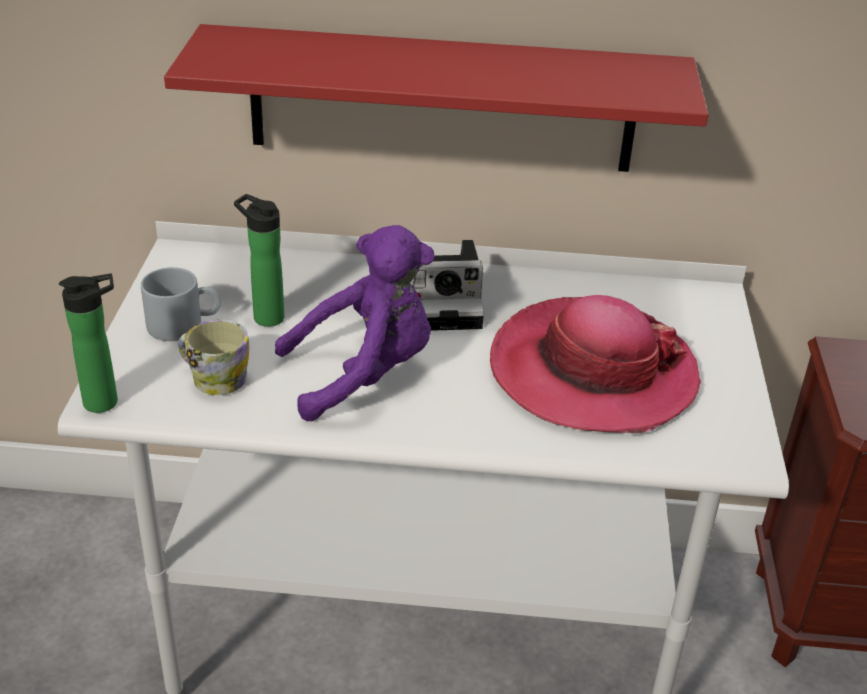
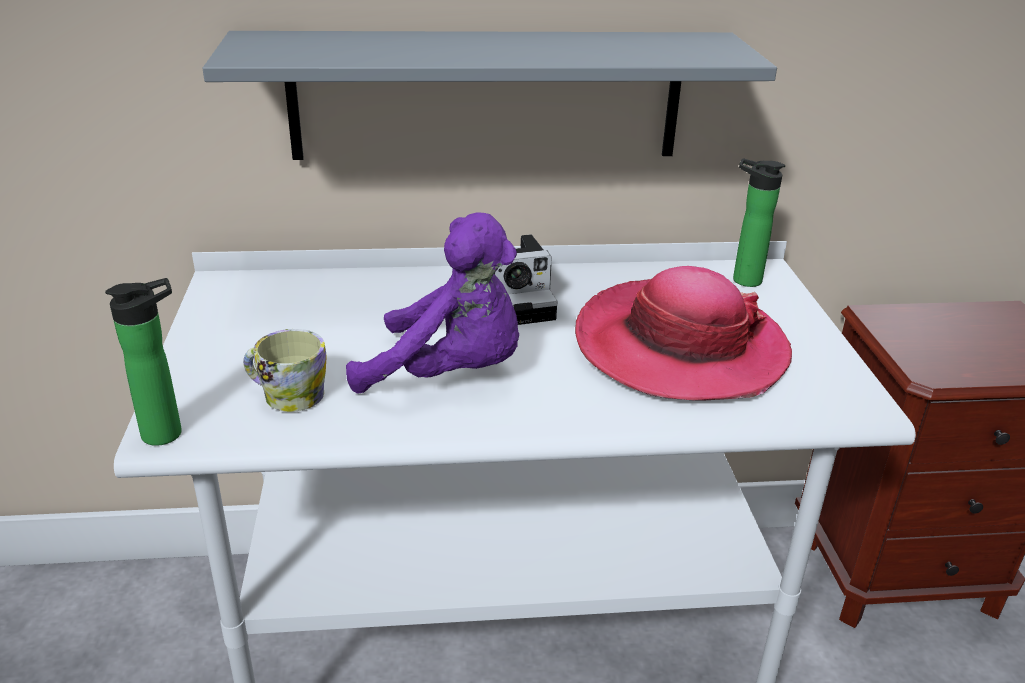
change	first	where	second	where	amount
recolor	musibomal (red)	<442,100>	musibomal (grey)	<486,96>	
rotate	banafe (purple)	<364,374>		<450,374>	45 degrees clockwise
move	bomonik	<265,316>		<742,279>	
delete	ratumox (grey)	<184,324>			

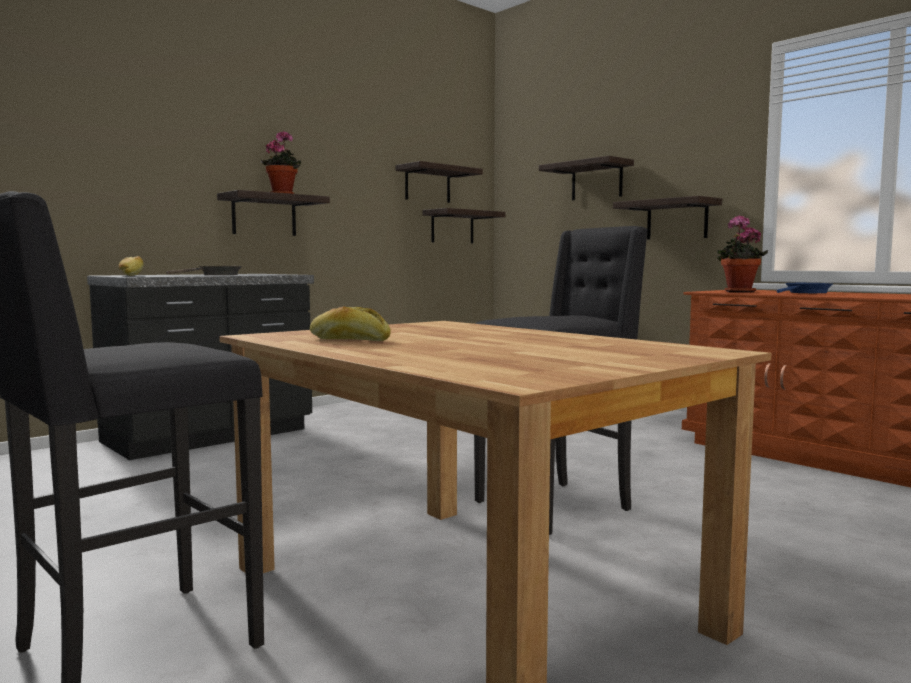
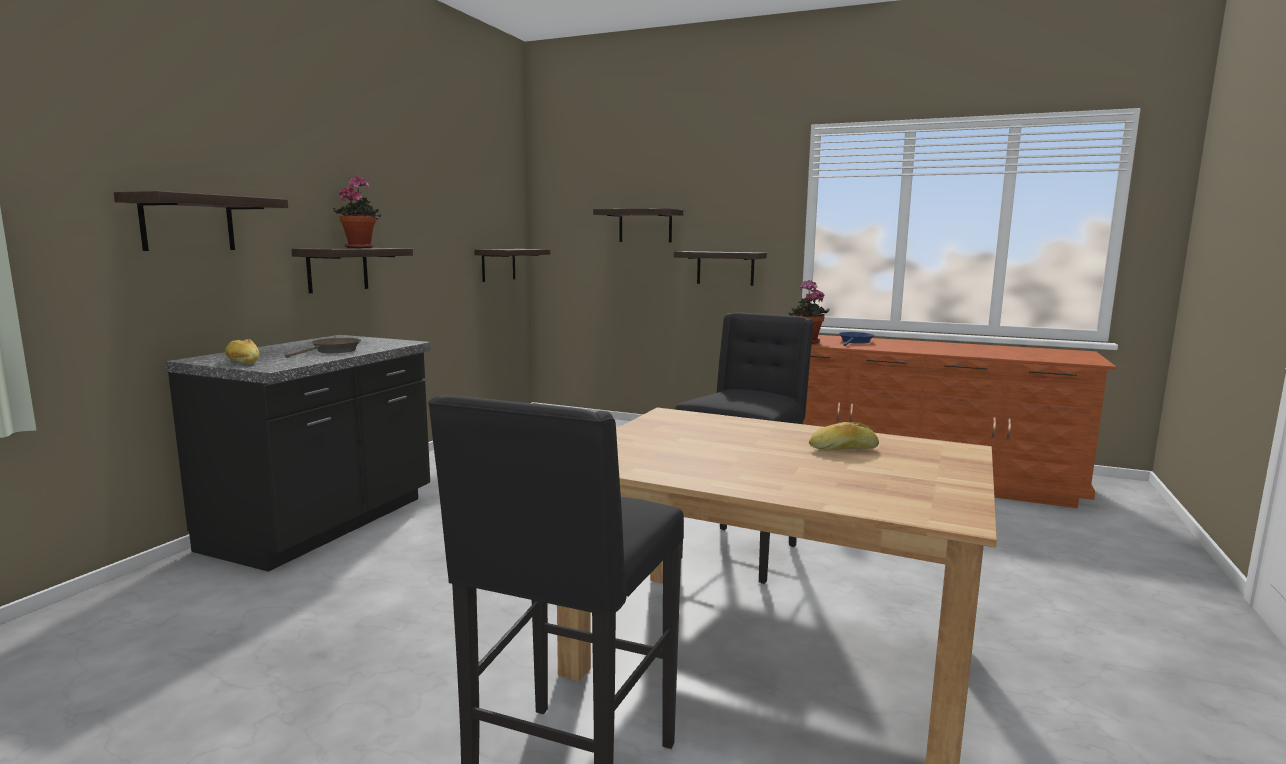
change	first	where	second	where	amount
move	musibomal	<427,185>		<188,223>	
move	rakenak	<349,340>		<843,449>	

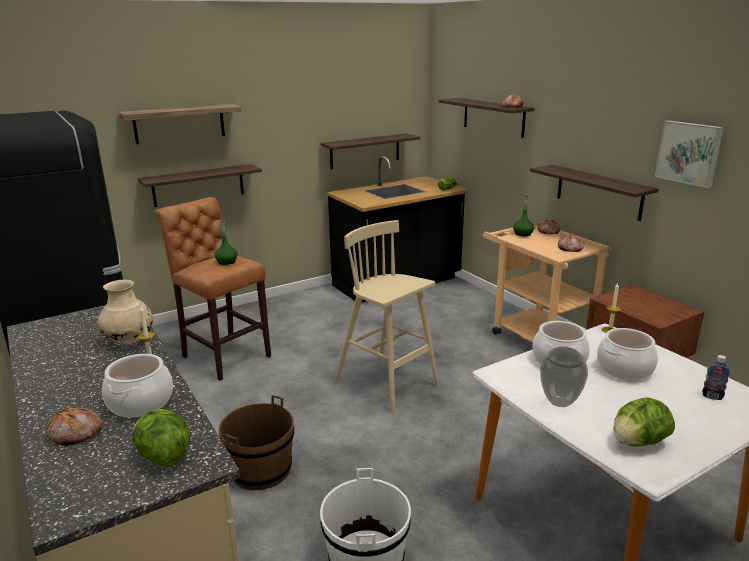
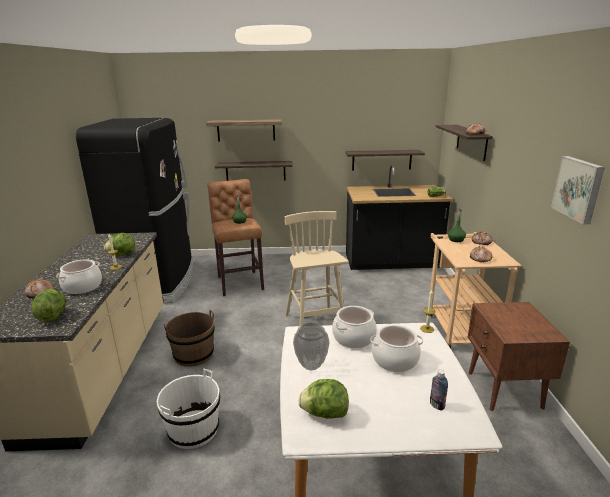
change	first	where	second	where	amount
replace	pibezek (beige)	<130,341>	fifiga	<122,254>	
delete	musibomal	<598,192>			

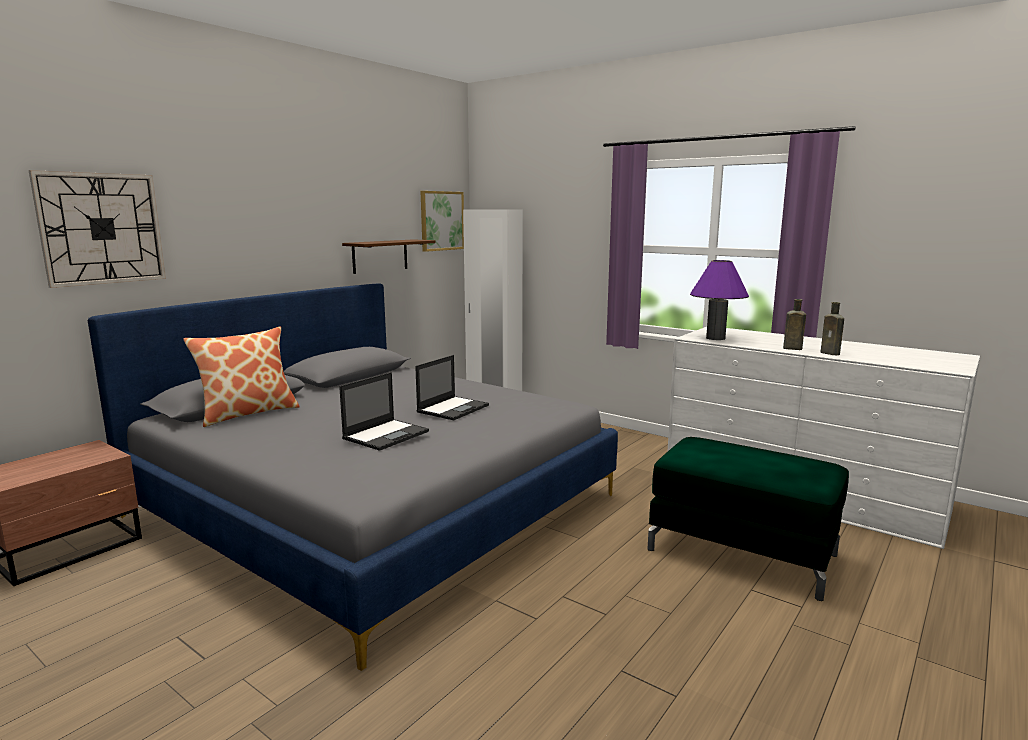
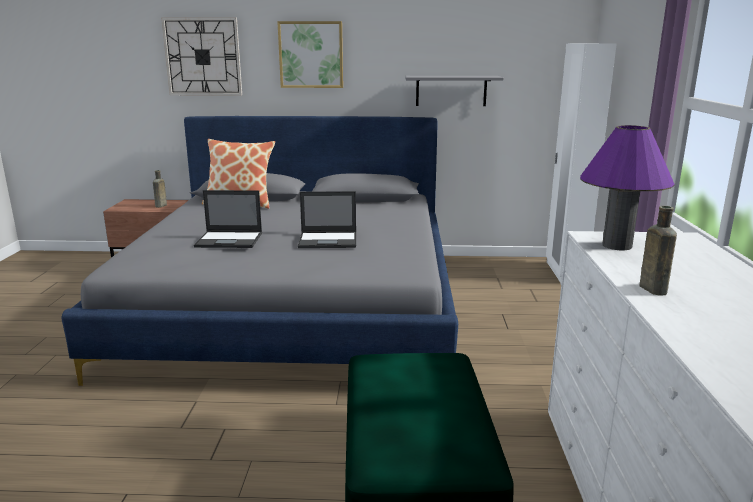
change	first	where	second	where	amount
move	bomonik (brown)	<831,353>		<160,206>	
move	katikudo	<441,221>		<311,55>	
recolor	musibomal (brown)	<380,256>	musibomal (grey)	<451,91>	

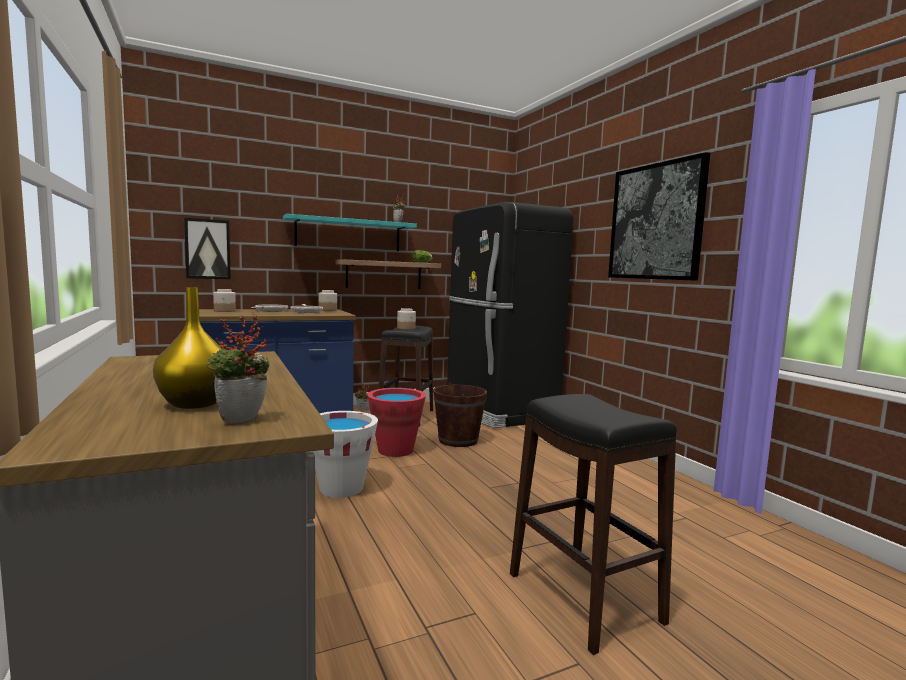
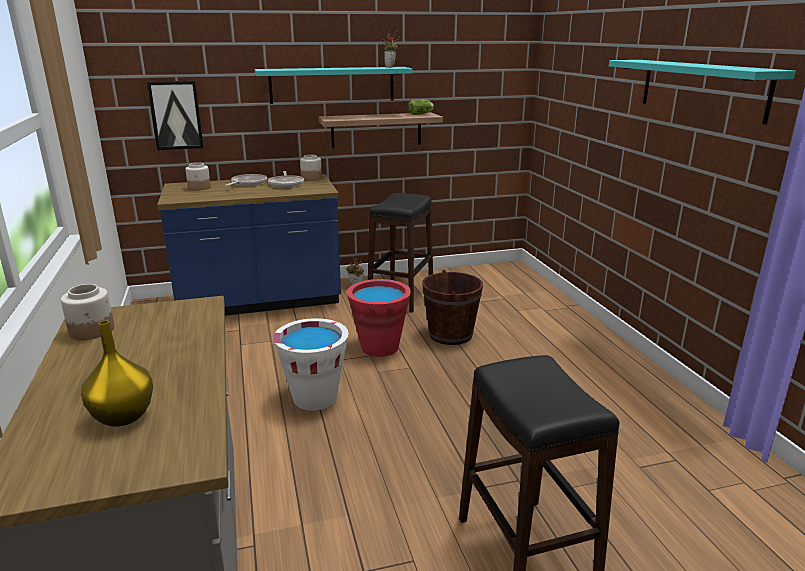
change	first	where	second	where	amount
move	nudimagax	<406,328>		<92,331>	
replace	katikudo	<655,222>	musibomal (turquoise)	<701,88>	
delete	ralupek	<241,421>			
delete	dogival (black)	<496,410>			

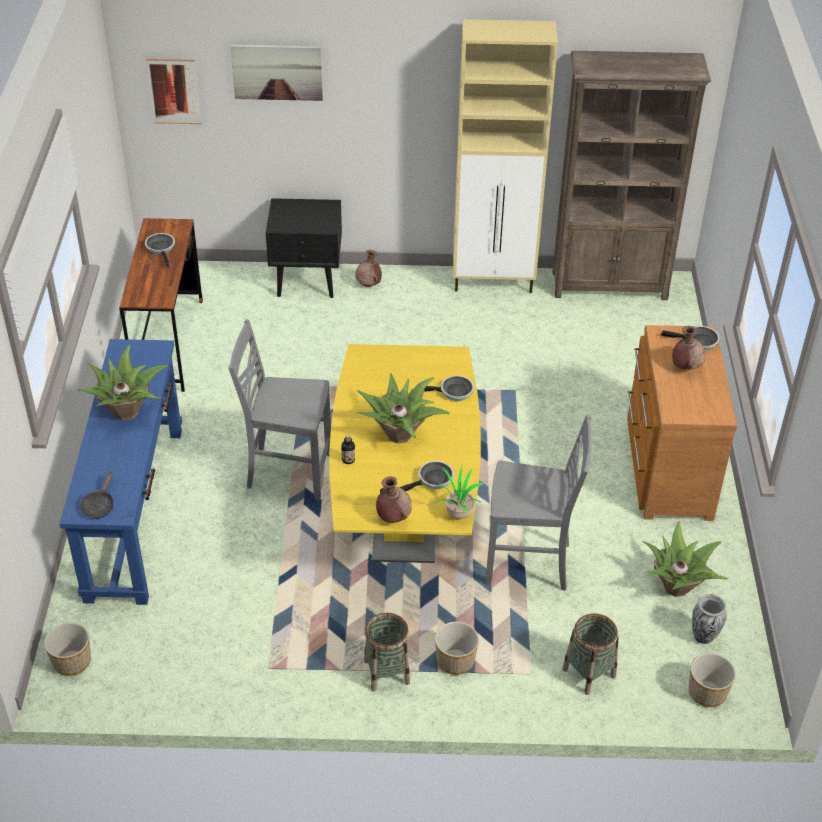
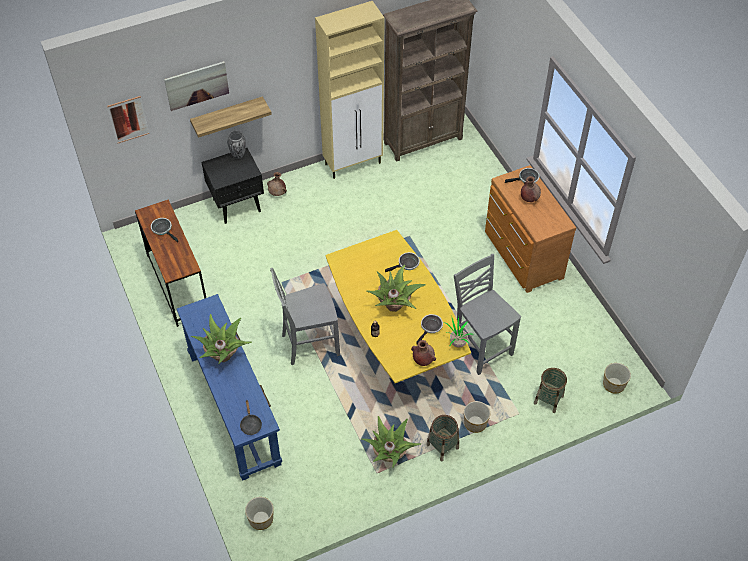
change	first	where	second	where	amount
insert			musibomal	<227,115>	
move	pibezek	<704,636>		<238,155>	
move	ralupek	<677,586>		<390,454>	
rotate	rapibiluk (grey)	<529,563>		<481,346>	105 degrees counterclockwise

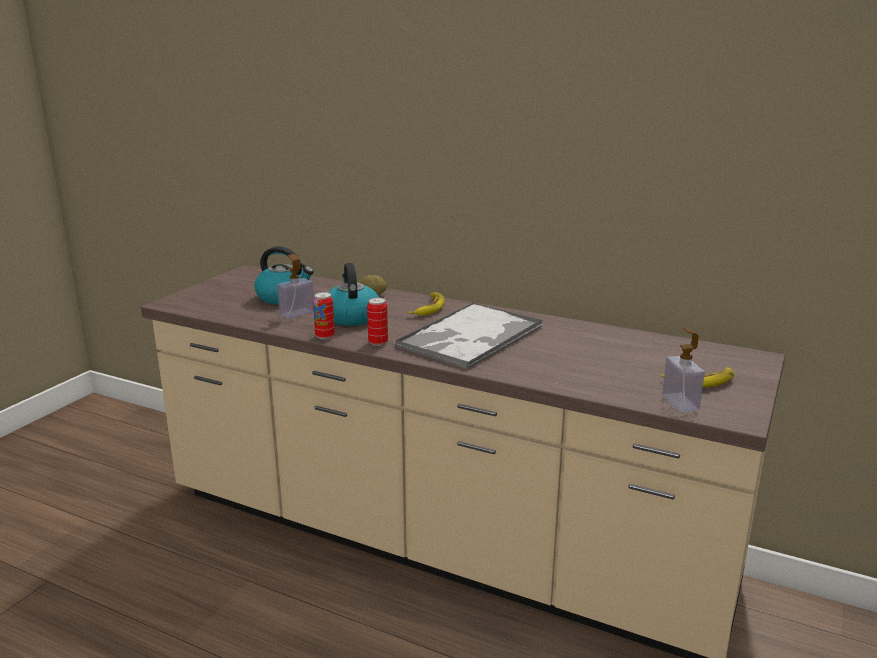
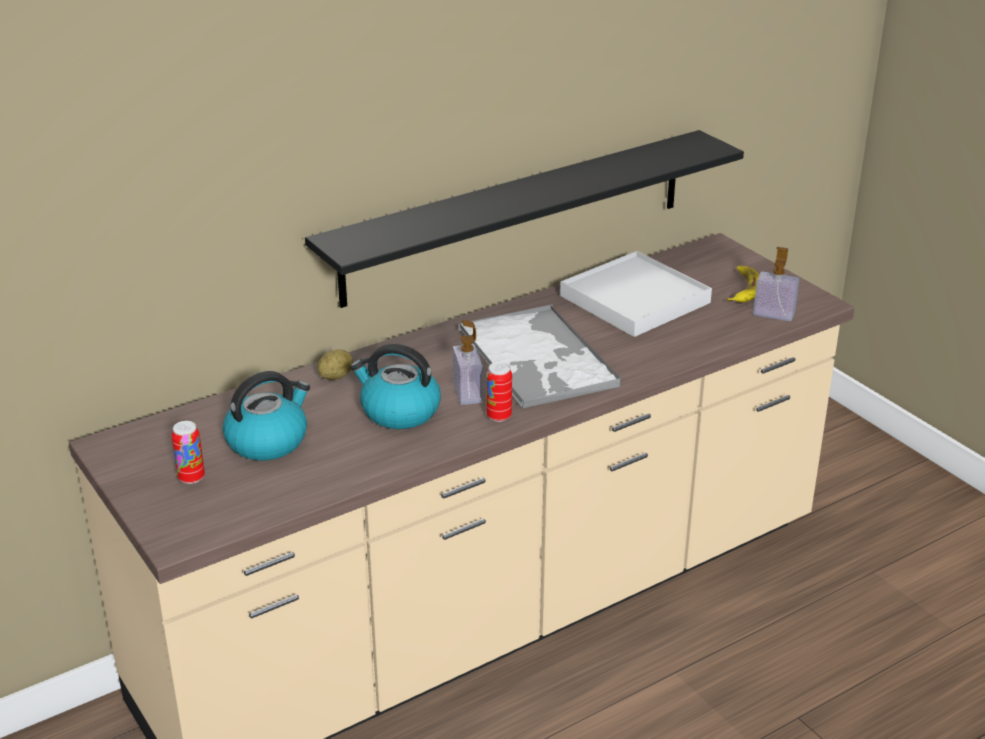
change	first	where	second	where	amount
move	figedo	<325,336>		<191,478>	
insert			musibomal (black)	<517,216>	
move	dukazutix	<297,313>		<467,393>	
insert			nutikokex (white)	<635,299>	
delete	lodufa	<429,308>			

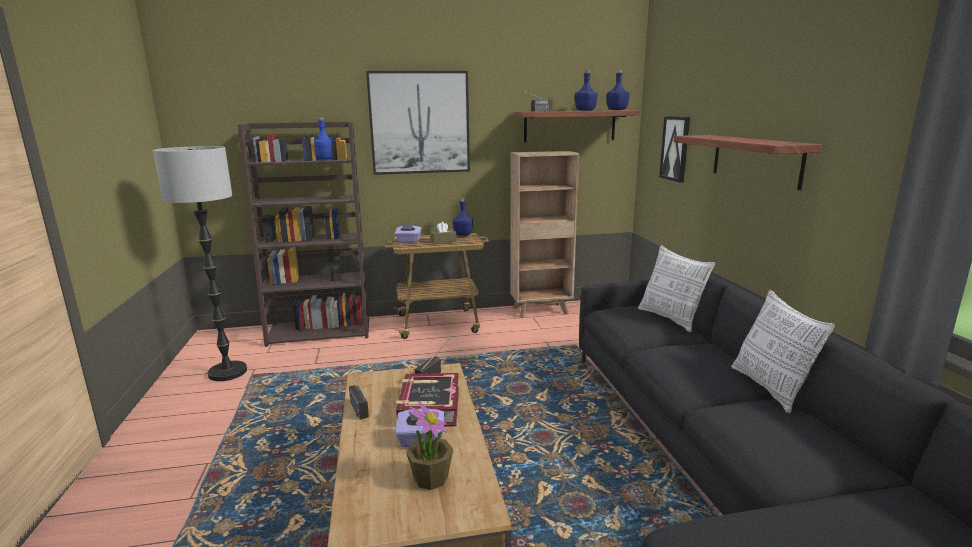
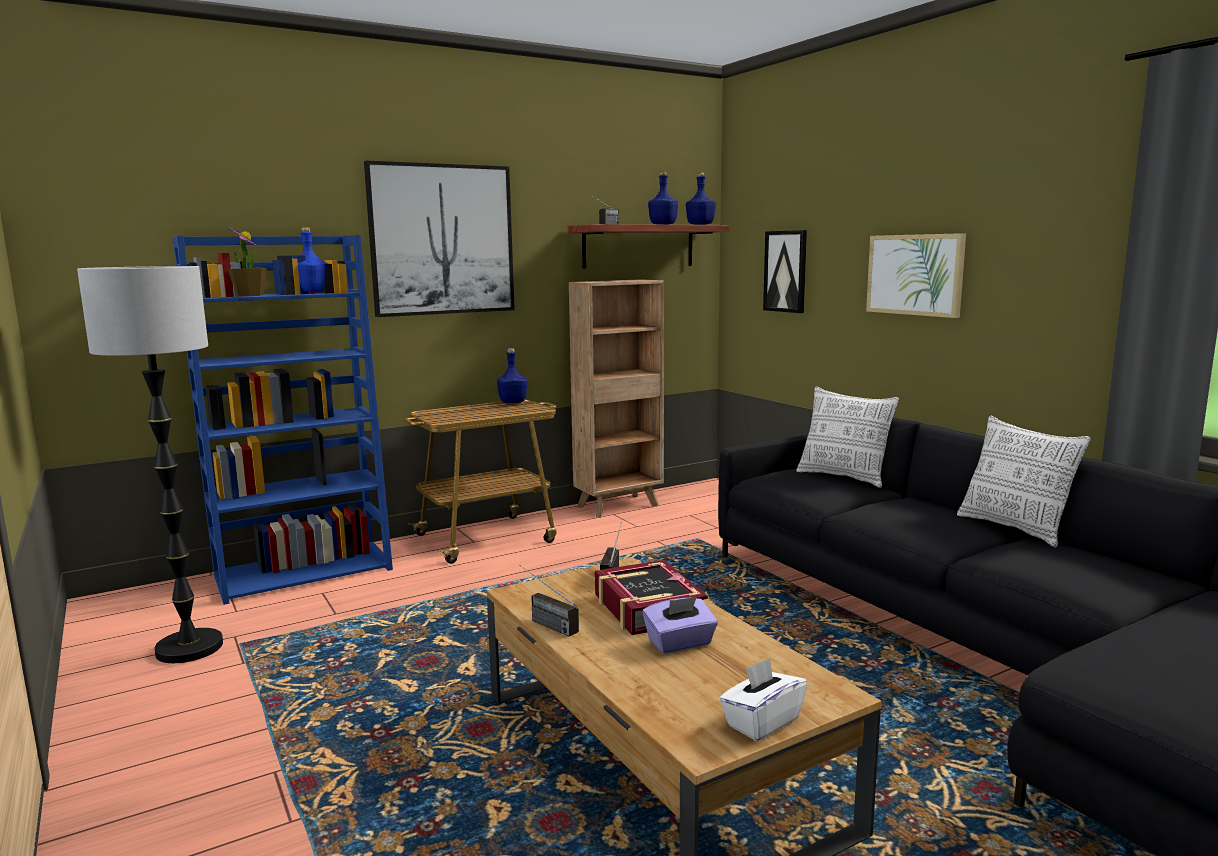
change	first	where	second	where	amount
recolor	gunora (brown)	<321,331>	gunora (blue)	<305,571>	
move	ralupek	<430,478>		<248,295>	
insert			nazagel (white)	<761,722>	
replace	musibomal	<755,160>	katikudo	<915,274>	
delete	nazagel (purple)	<408,241>			
delete	nazagel (brown)	<443,241>			

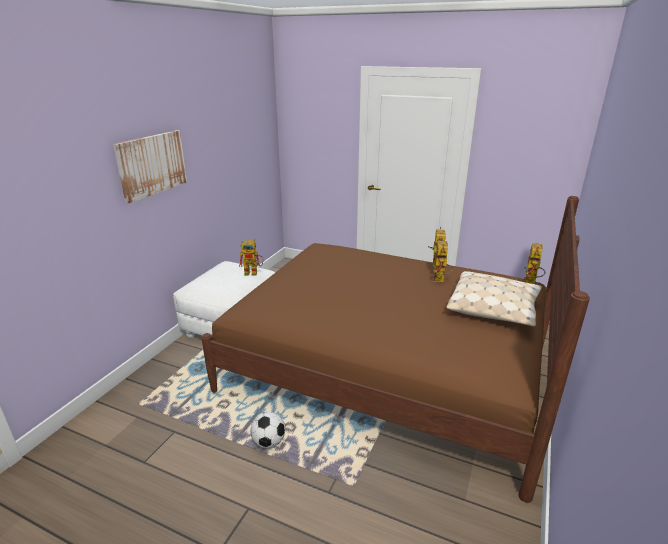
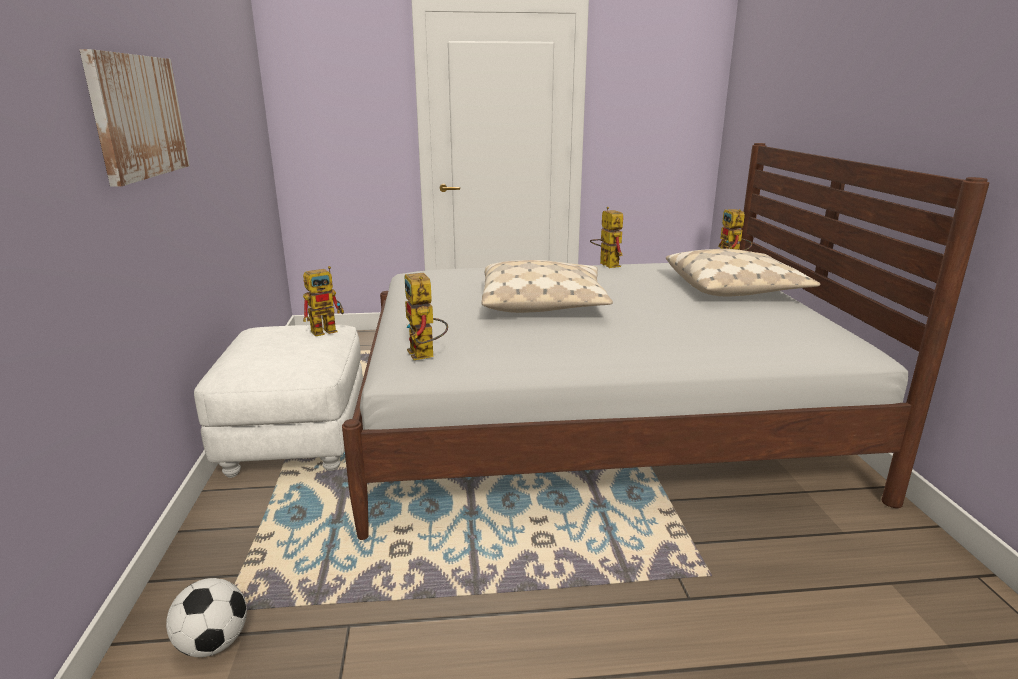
change	first	where	second	where	amount
move	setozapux	<269,442>		<213,643>	
recolor	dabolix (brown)	<386,368>	dabolix (white)	<593,424>	
move	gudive	<440,280>		<425,356>	
insert			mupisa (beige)	<544,304>	

